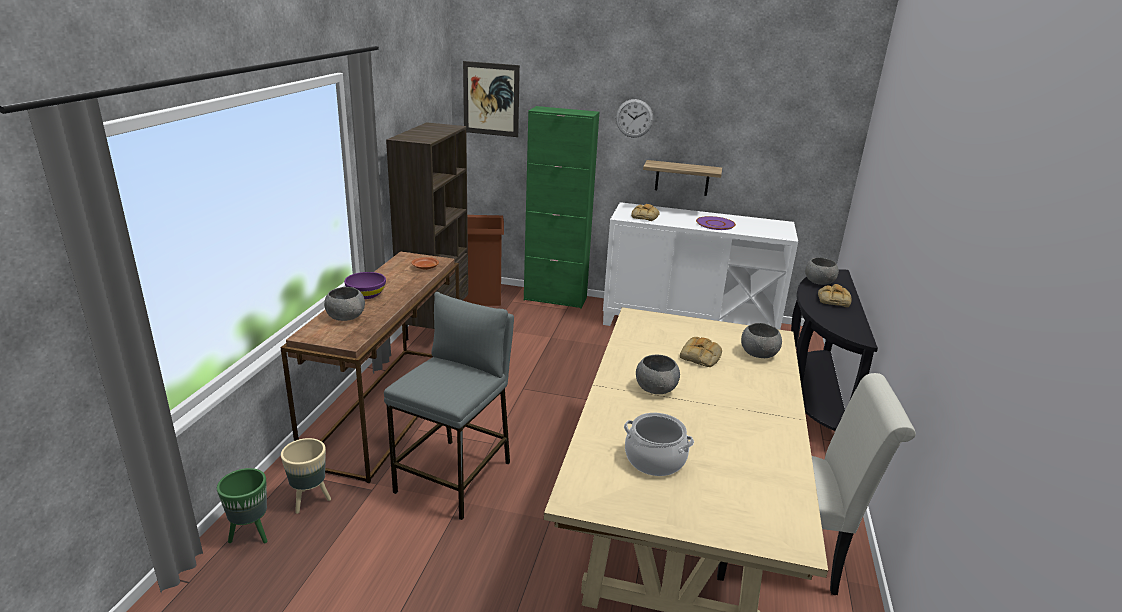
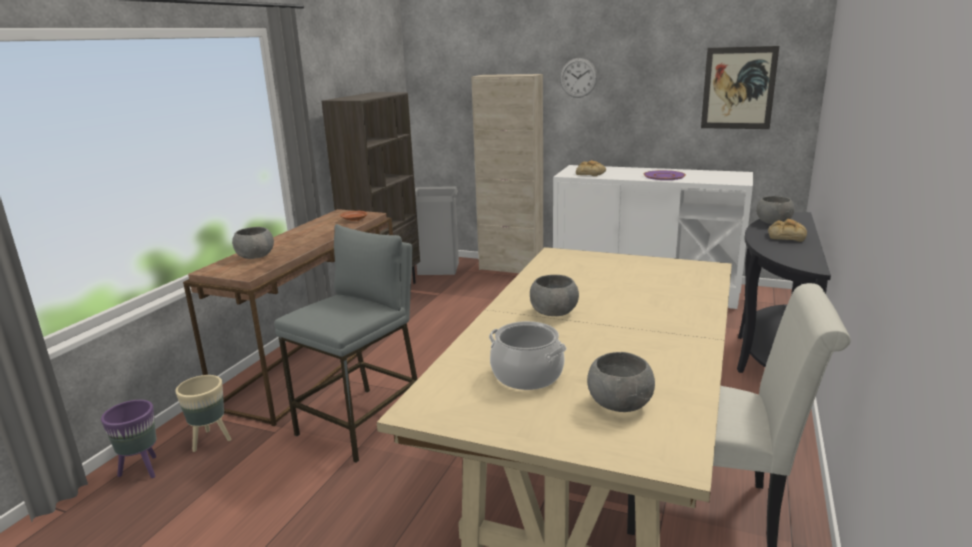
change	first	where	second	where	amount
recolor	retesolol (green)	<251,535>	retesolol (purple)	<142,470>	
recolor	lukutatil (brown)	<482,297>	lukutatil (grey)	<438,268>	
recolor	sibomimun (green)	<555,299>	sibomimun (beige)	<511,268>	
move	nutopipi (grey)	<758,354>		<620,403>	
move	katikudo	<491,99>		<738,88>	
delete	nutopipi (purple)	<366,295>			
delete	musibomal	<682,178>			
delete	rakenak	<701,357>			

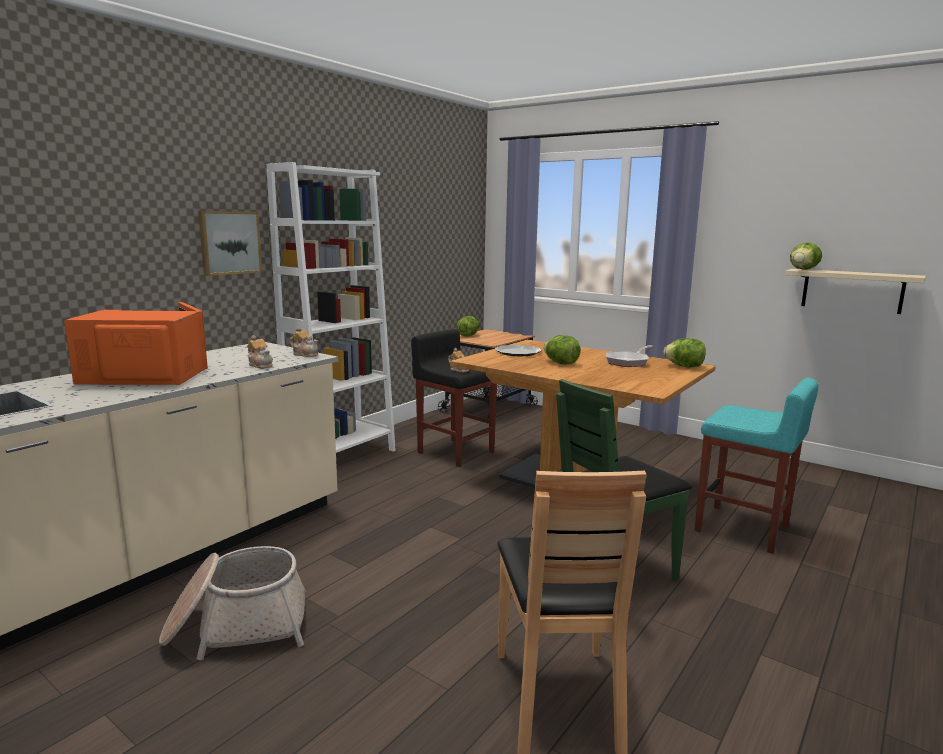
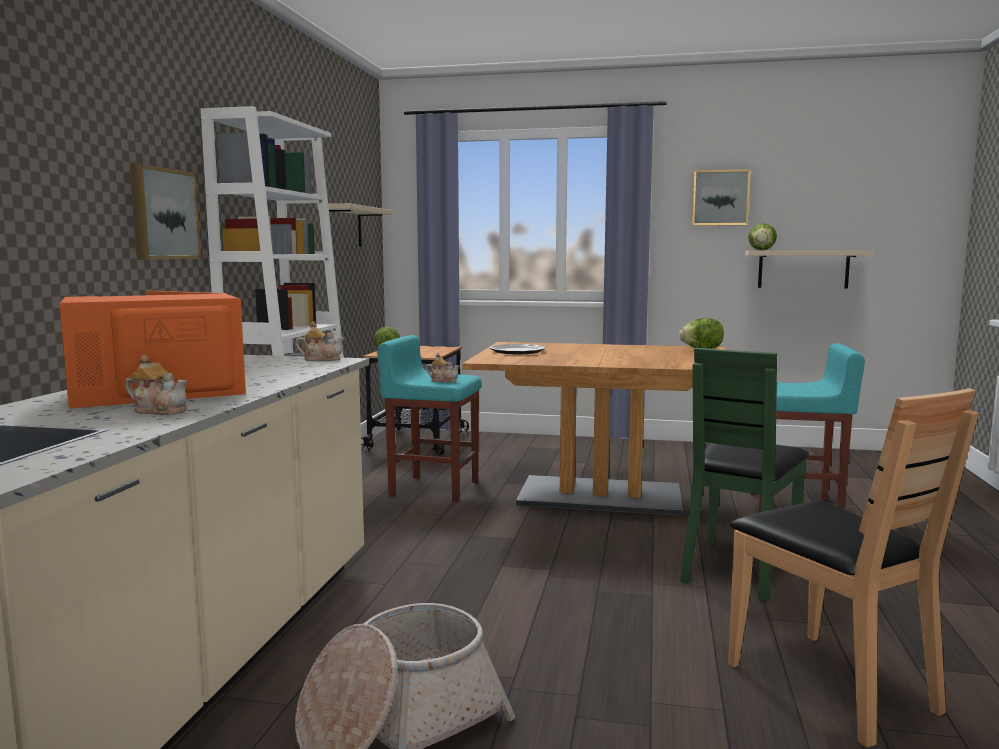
change	first	where	second	where	amount
move	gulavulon	<260,365>		<160,411>	
insert			musibomal (beige)	<343,226>	
recolor	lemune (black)	<455,452>	lemune (turquoise)	<433,488>	
insert			katikudo	<720,198>	
delete	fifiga	<561,363>			
delete	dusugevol	<628,362>			

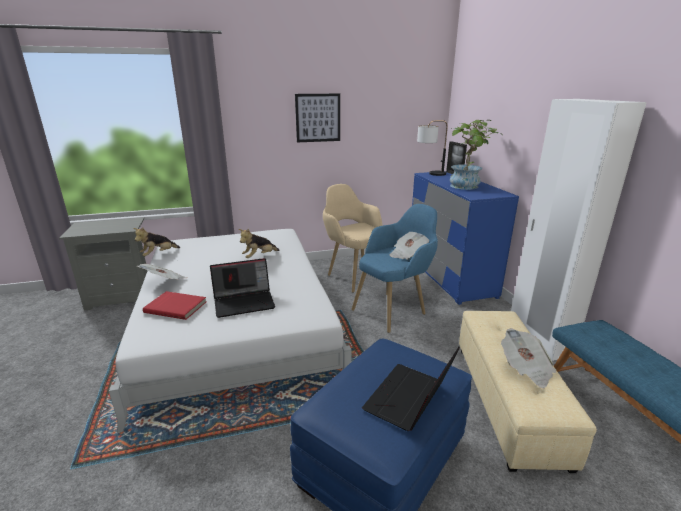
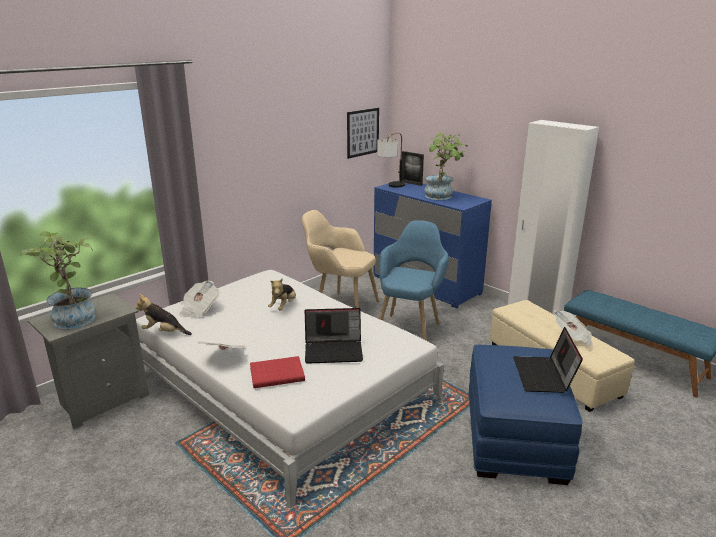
change	first	where	second	where	amount
insert			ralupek	<73,317>	
rotate	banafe	<158,254>		<164,332>	90 degrees clockwise
move	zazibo	<408,254>		<199,309>	
rotate	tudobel	<245,302>		<334,350>	45 degrees clockwise
move	katikudo	<318,118>		<362,132>	

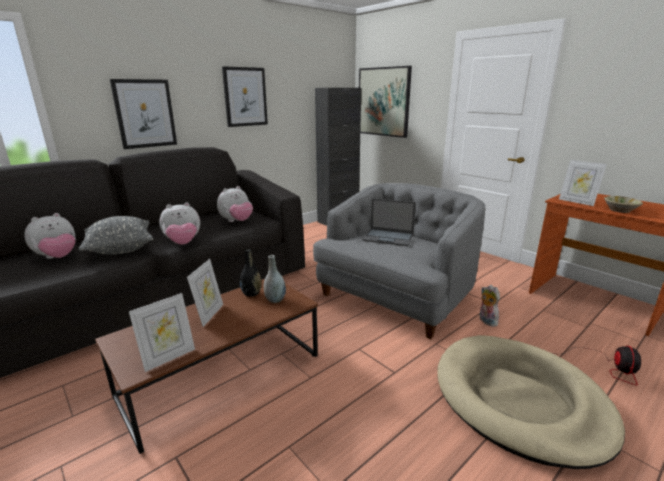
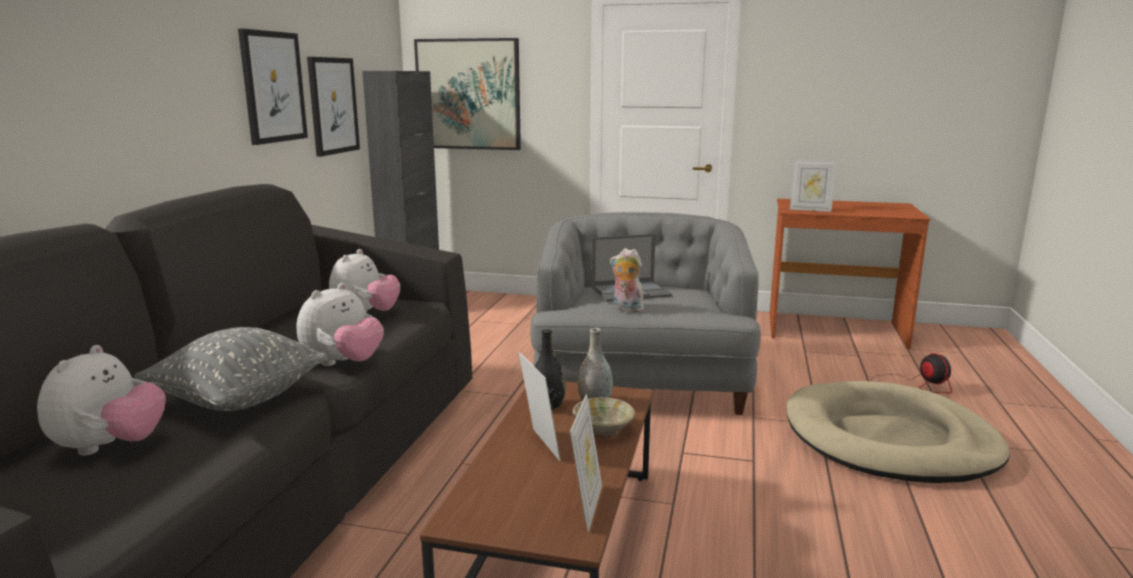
change	first	where	second	where	amount
move	katikudo	<145,113>		<333,106>	
move	nutopipi (beige)	<620,210>		<603,430>	
move	banafe	<486,321>		<626,309>	

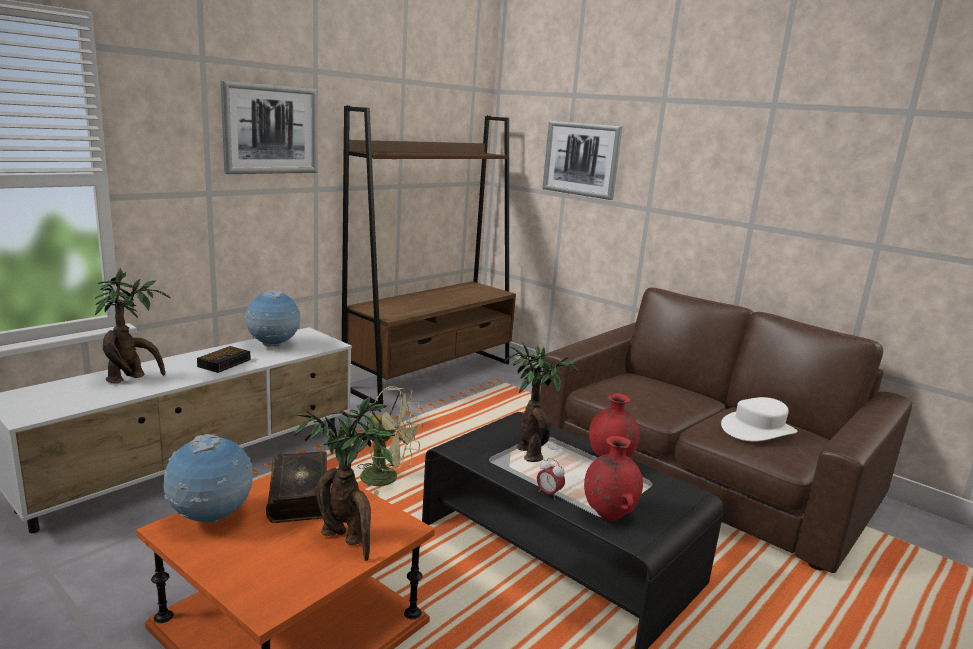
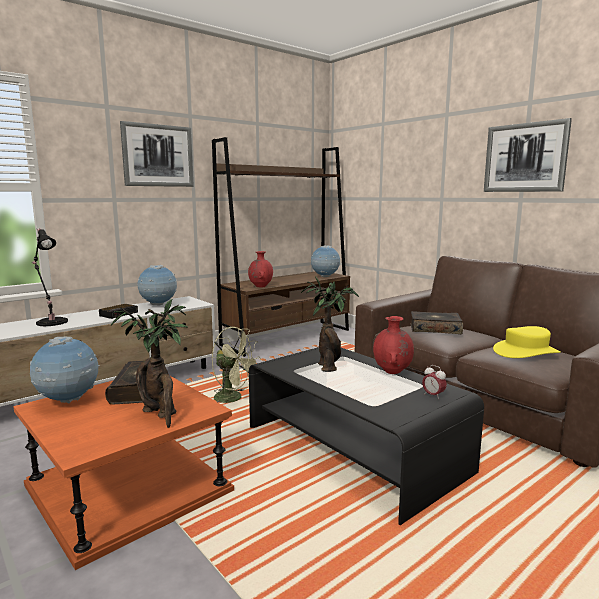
change	first	where	second	where	amount
replace	ralupek	<131,378>	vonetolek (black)	<51,322>	
move	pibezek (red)	<608,514>		<260,286>	
insert			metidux	<325,277>	
insert			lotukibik	<435,329>	
move	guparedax	<549,494>		<433,396>	
move	katikudo	<581,159>		<525,158>	
recolor	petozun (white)	<758,429>	petozun (yellow)	<525,352>	

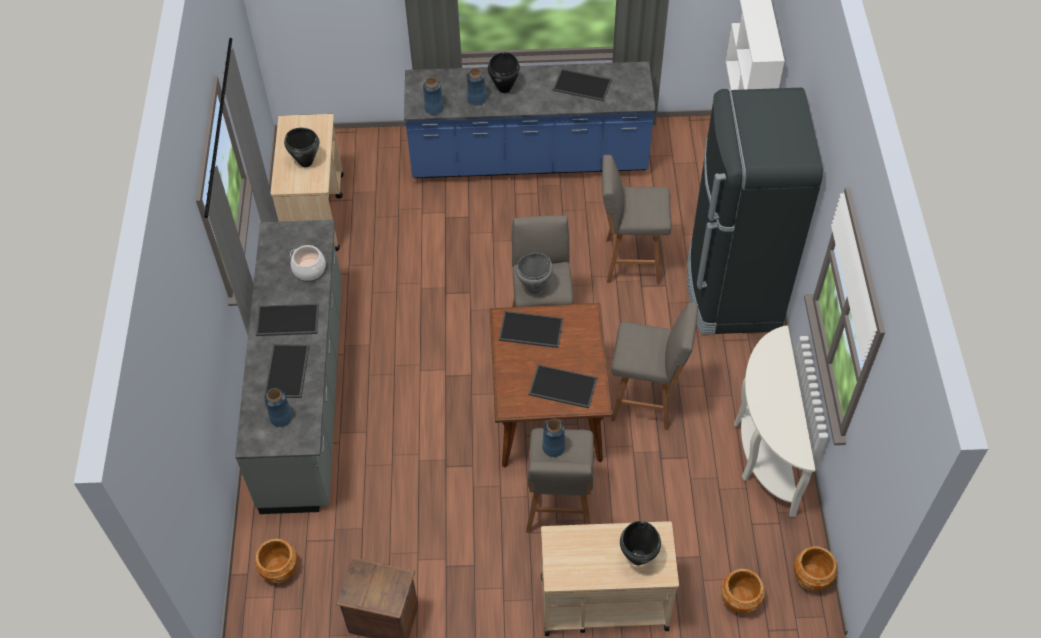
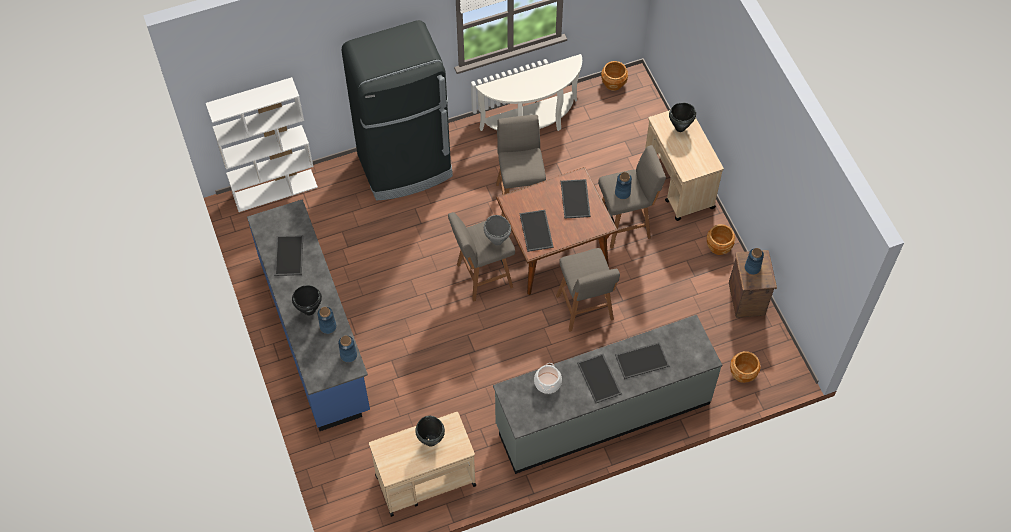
change	first	where	second	where	amount
move	lemune (grey)	<630,260>		<585,309>	
move	retesolol (brown)	<739,600>		<719,247>	
move	pibezek (blue)	<281,417>		<752,268>	

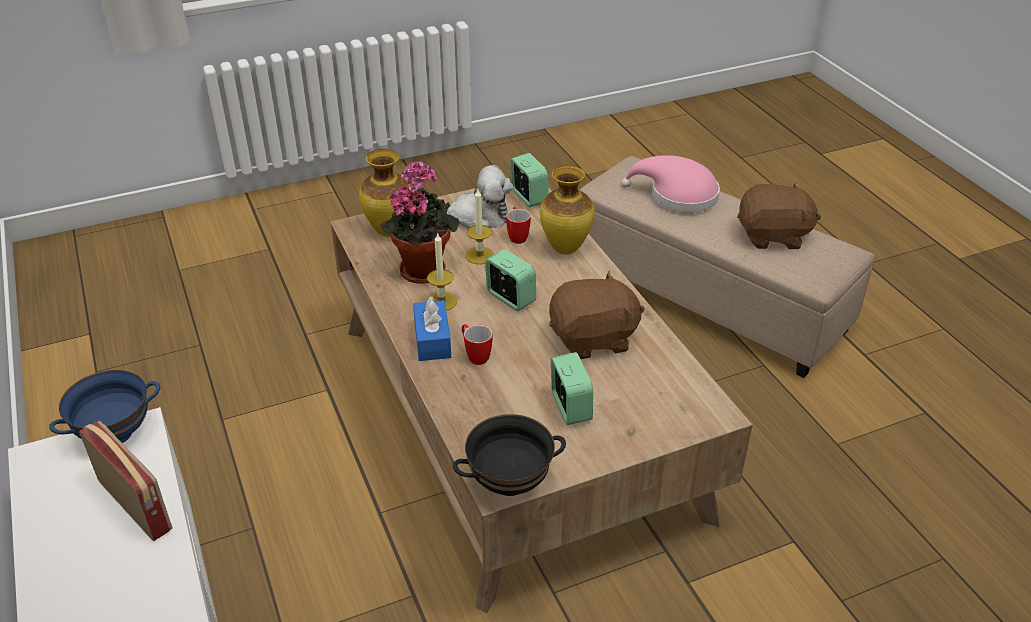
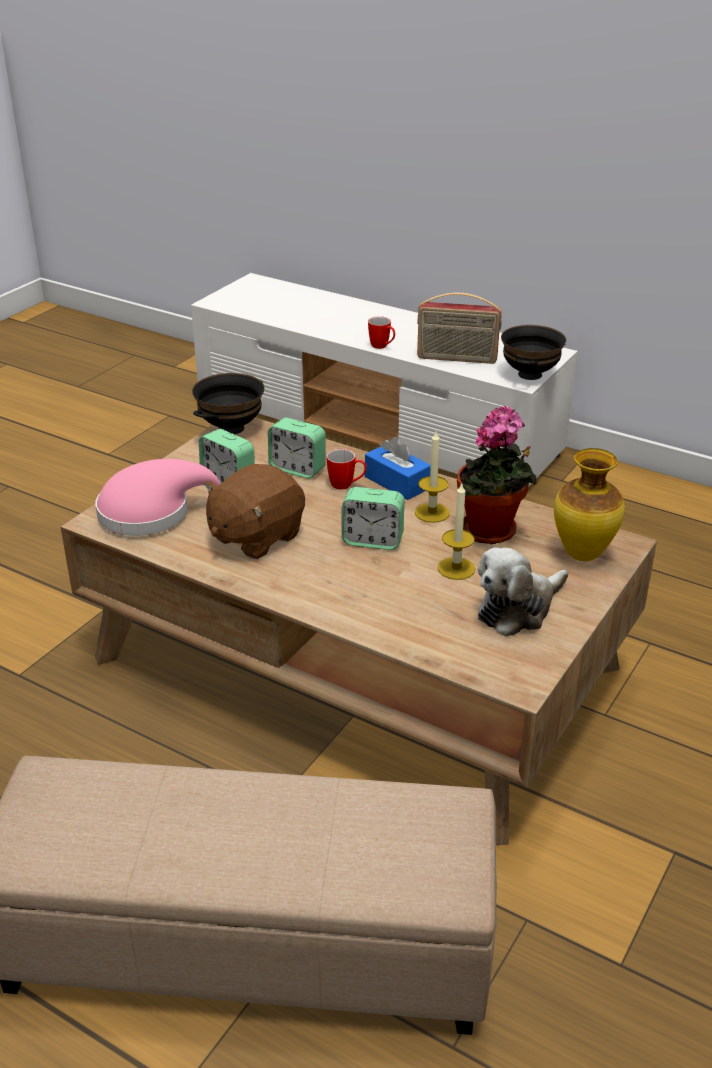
change	first	where	second	where	amount
move	petozun (pink)	<677,196>		<152,512>	
move	guparedax	<529,197>		<297,469>	
move	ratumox	<517,236>		<382,347>	
recolor	nutopipi (blue)	<116,434>	nutopipi (black)	<530,375>	
delete	pibezek	<565,249>			
delete	banafe (brown)	<773,236>			

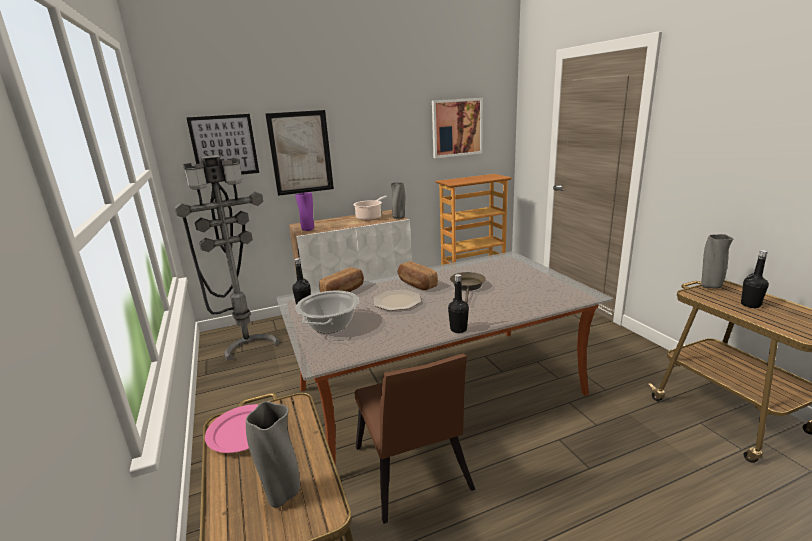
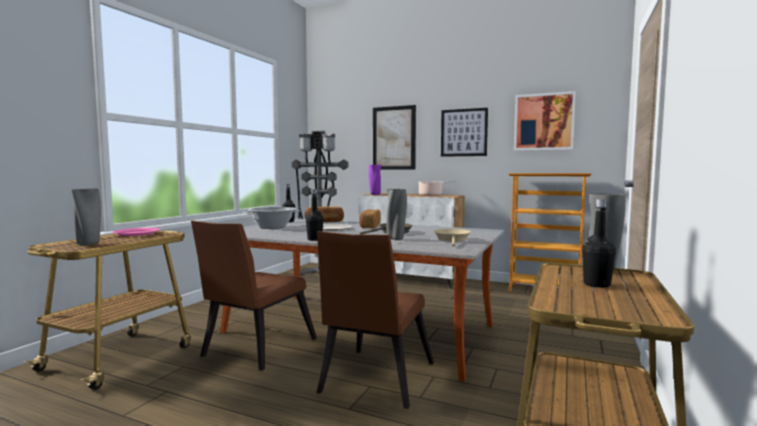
change	first	where	second	where	amount
insert			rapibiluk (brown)	<374,380>	
move	pibezek (grey)	<399,218>		<396,239>	
insert			dusugevol (beige)	<452,240>	
move	katikudo	<224,146>		<464,132>	

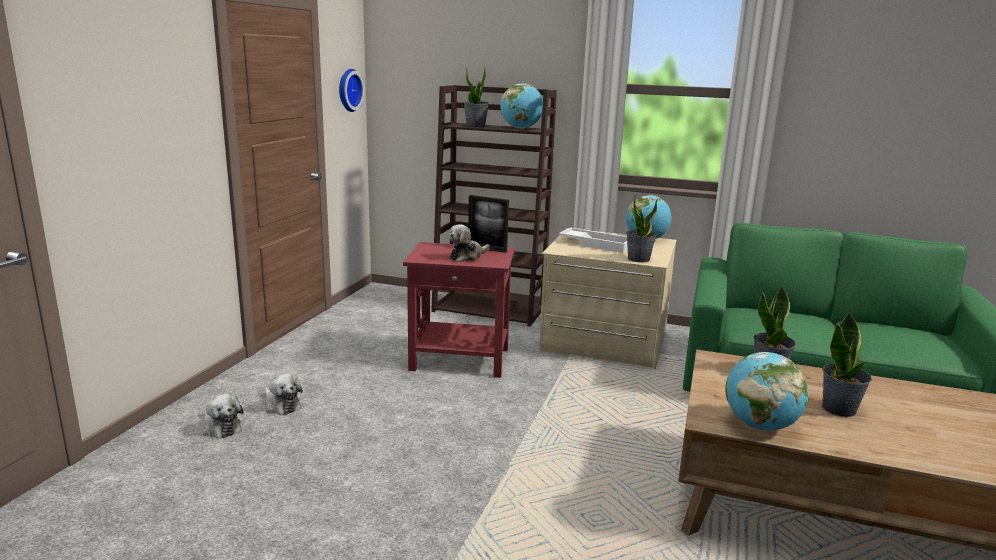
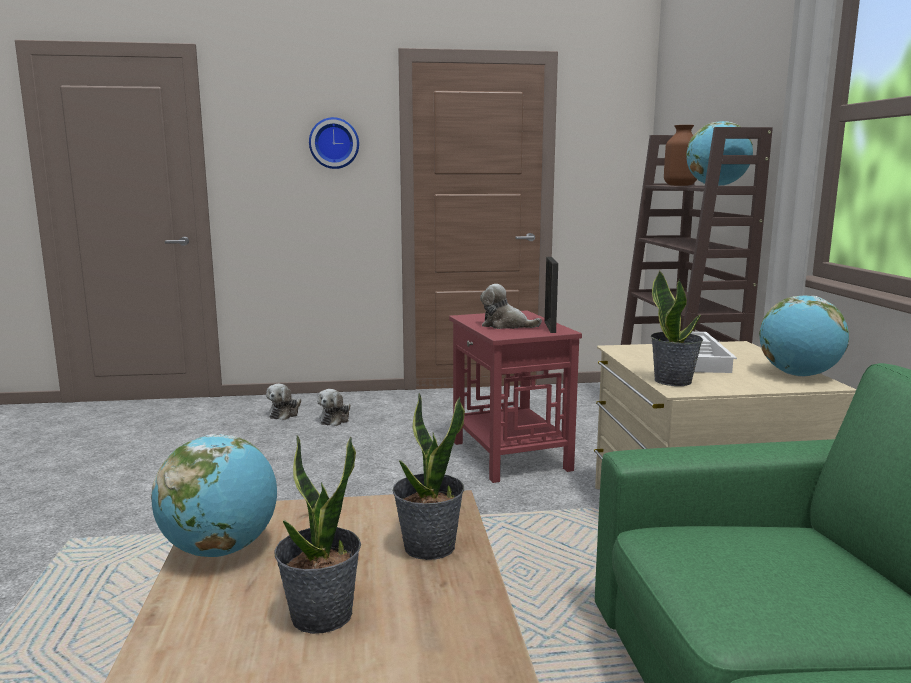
change	first	where	second	where	amount
move	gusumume	<348,90>		<334,143>	
replace	ralupek	<476,126>	pibezek (brown)	<679,185>	

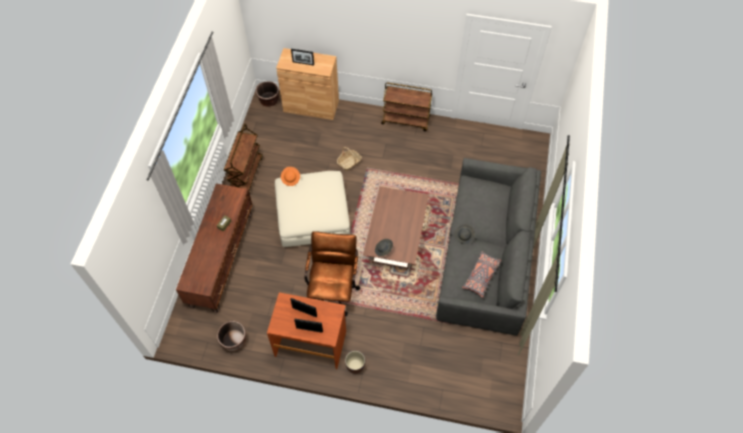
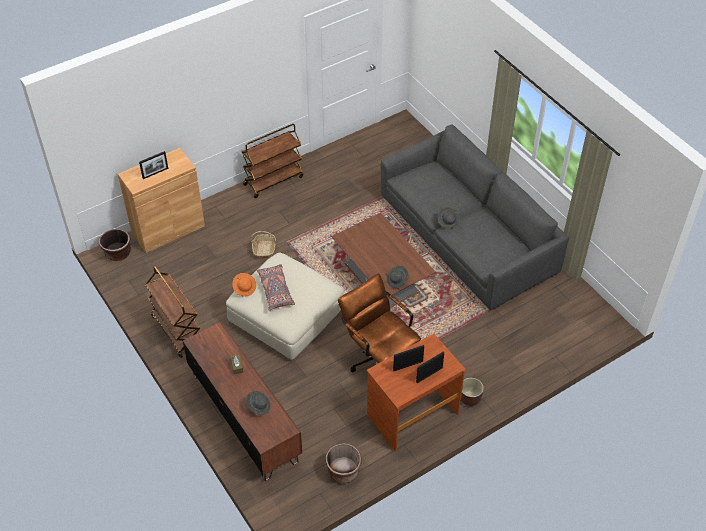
change	first	where	second	where	amount
insert			petozun (grey)	<258,406>	
move	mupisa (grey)	<481,276>		<275,291>	

